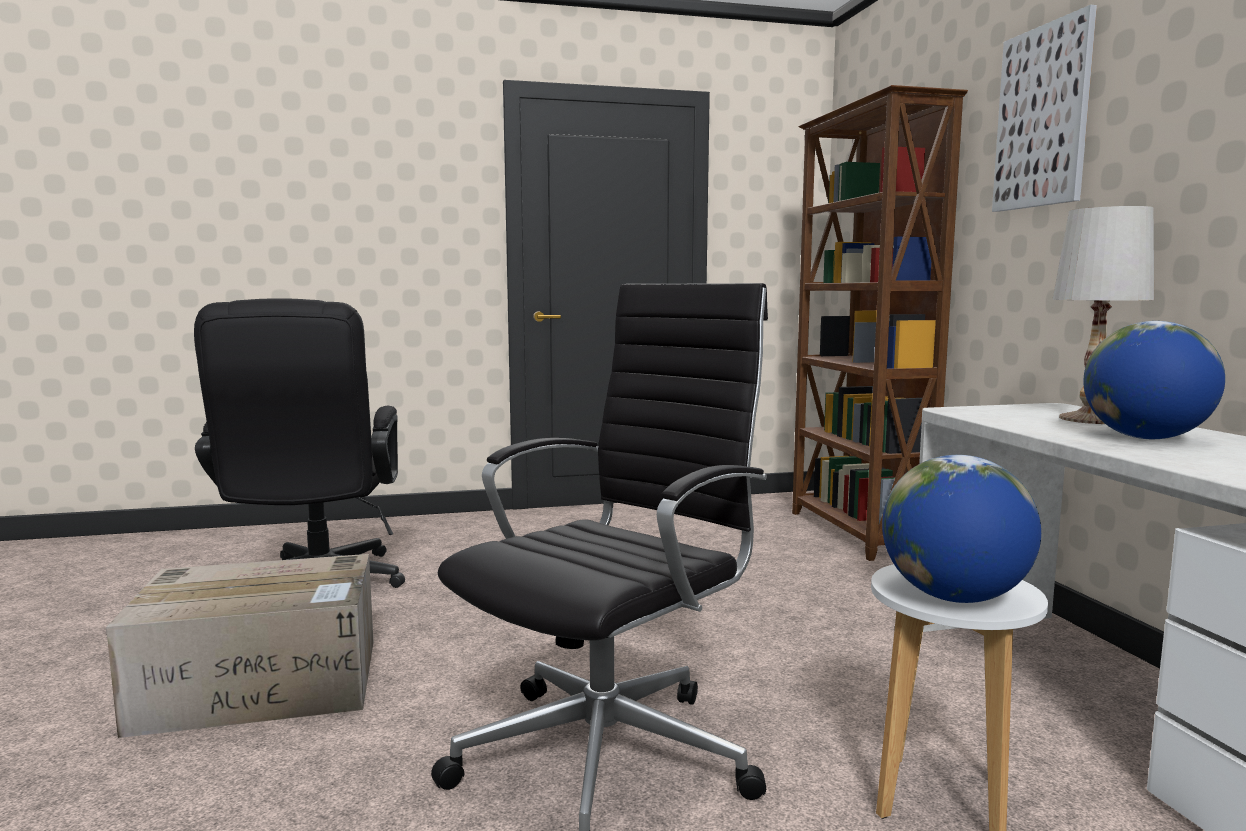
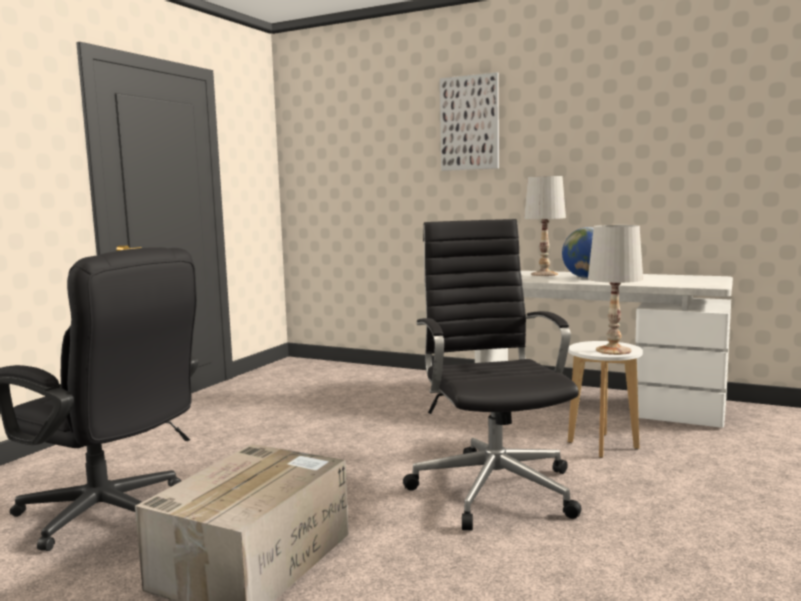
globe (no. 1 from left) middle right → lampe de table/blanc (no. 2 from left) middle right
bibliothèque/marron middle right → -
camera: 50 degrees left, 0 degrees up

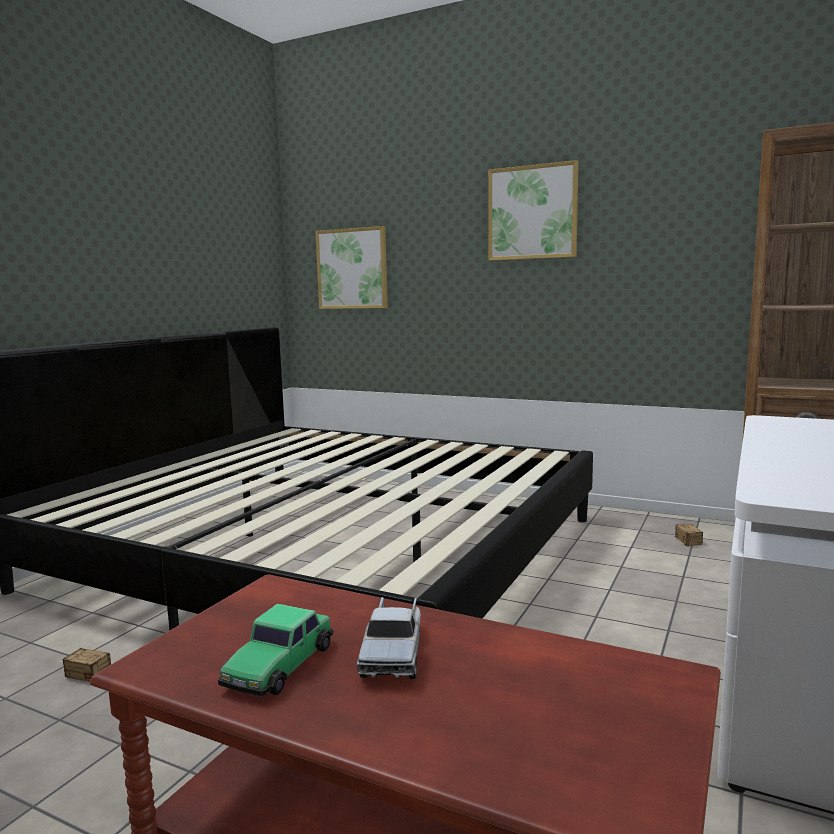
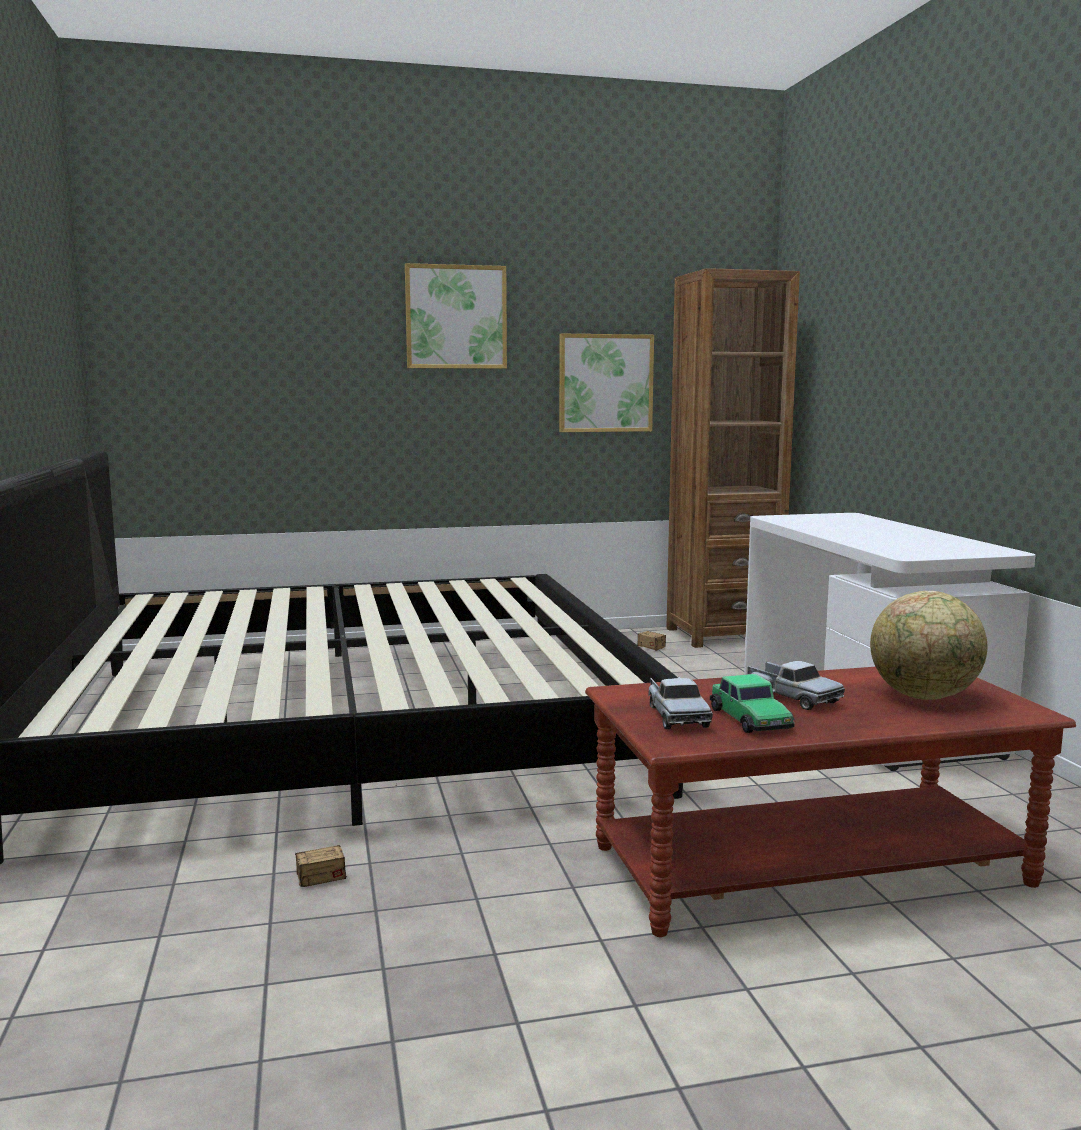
tableau (no. 1 from left in the first image) top centre → tableau (no. 2 from left) centre, relocated
- → camion jouet (no. 1 from left) centre
- → globe middle right
camera: 40 degrees left, 0 degrees up

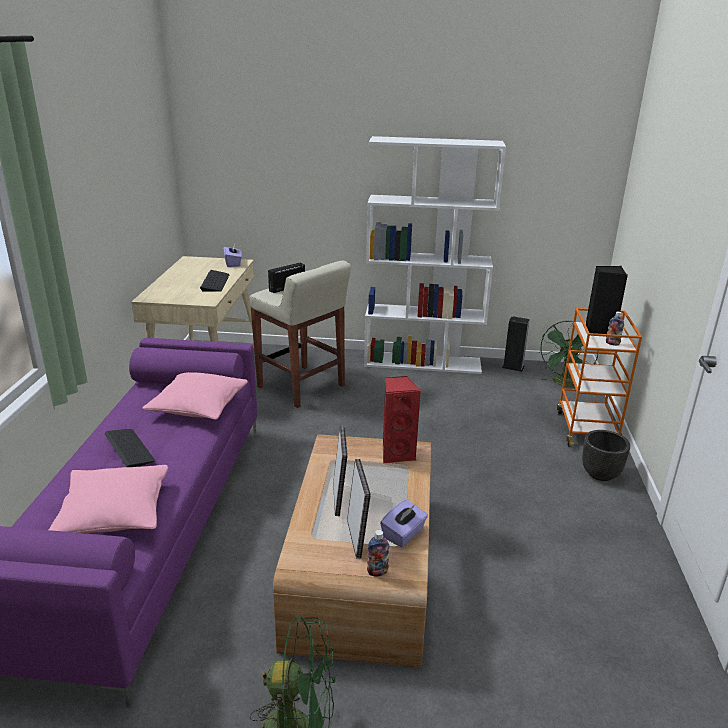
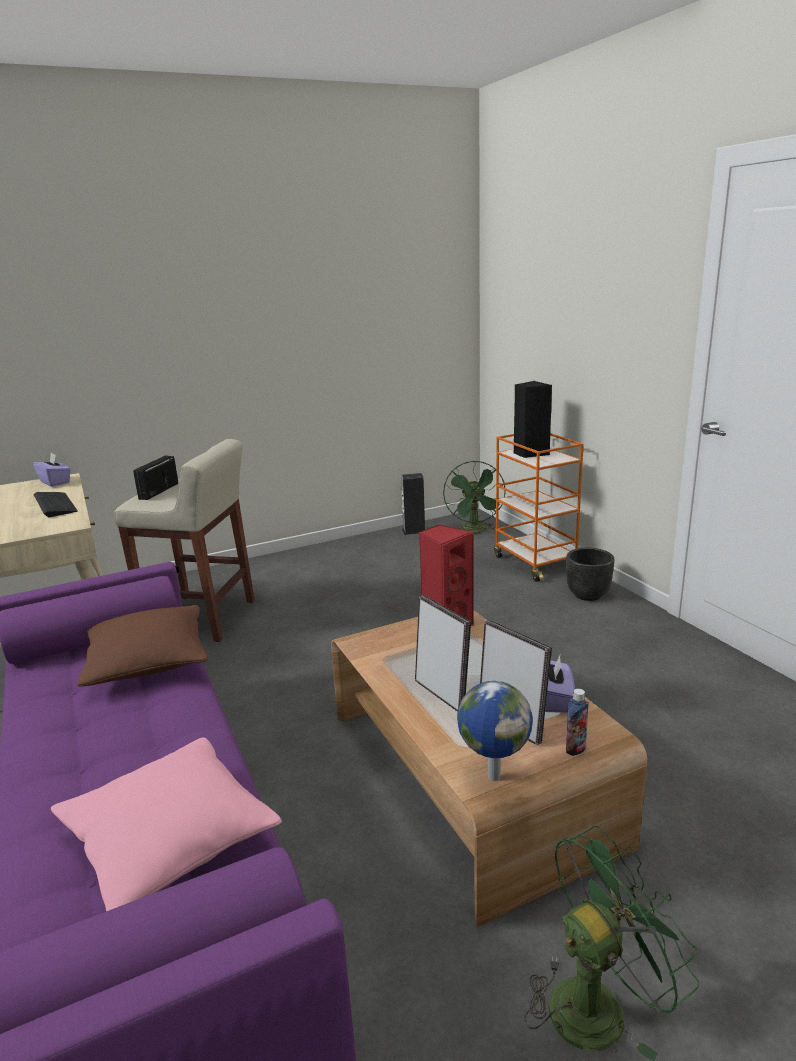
coussin/rose (no. 2 from left) middle left → coussin/marron middle left
- → globe bottom centre
clavier (no. 1 from left) middle left → -
bibliothèque/blanc centre → -
bouteille (no. 2 from left) middle right → -
camera: 30 degrees left, 5 degrees down

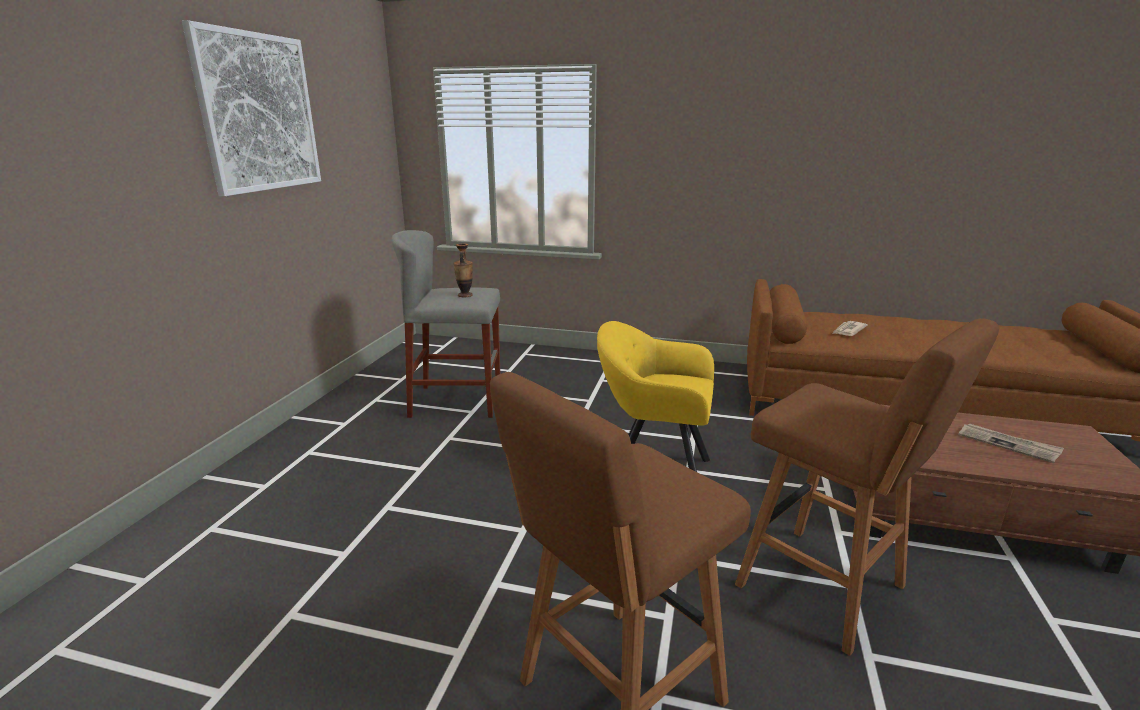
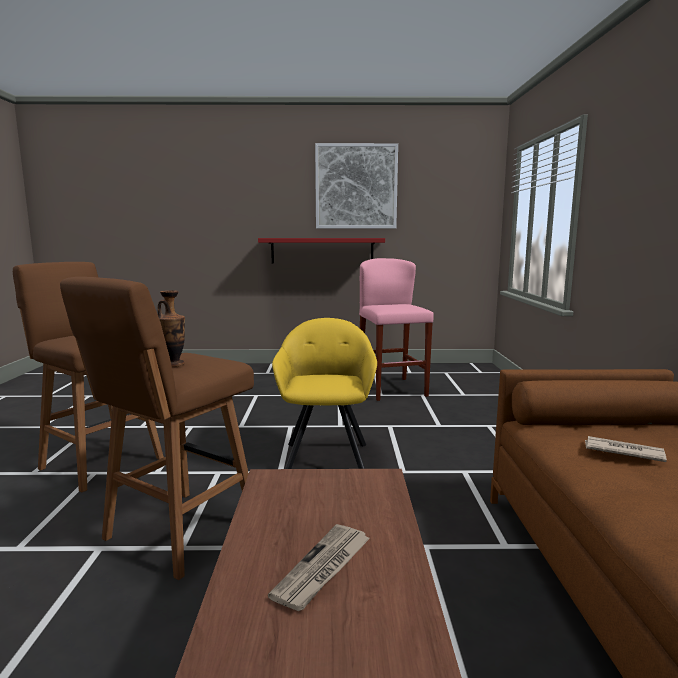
vase centre → vase middle left, relocated
- → étagère/rouge centre
tabouret/gris centre → tabouret/rose centre
camera: 75 degrees right, 10 degrees down

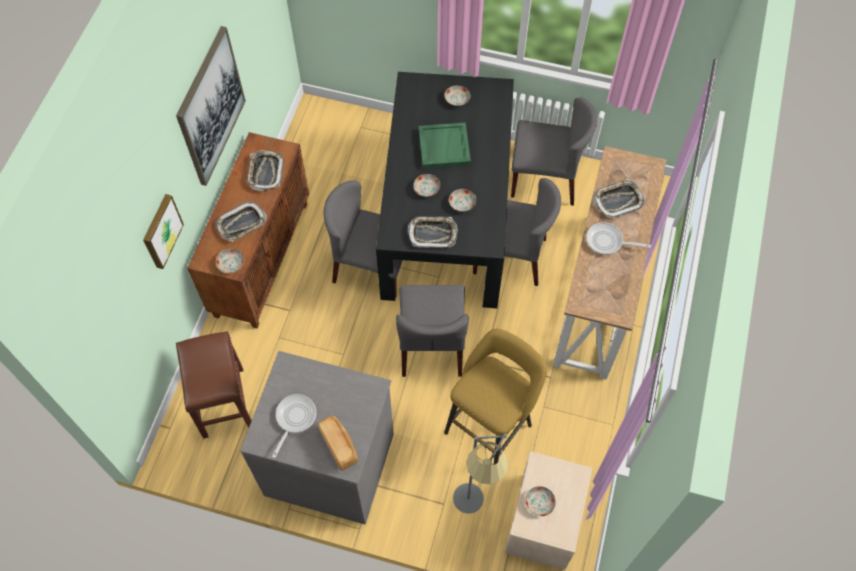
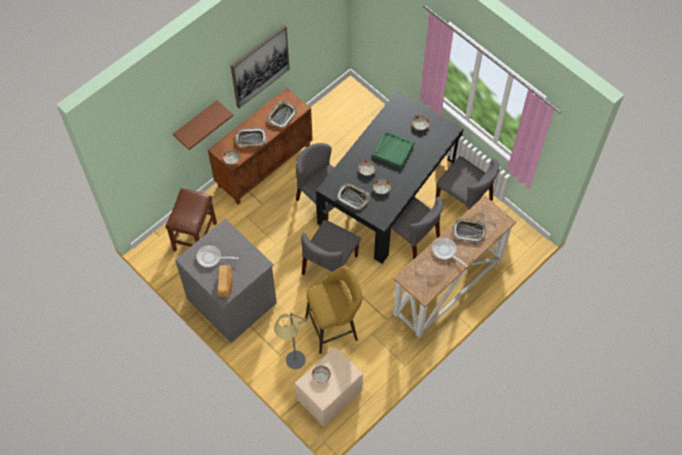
tableau (no. 1 from left) middle left → étagère/marron top left
poêle (no. 1 from left) bottom centre → poêle (no. 1 from left) middle left, 135 degrees counterclockwise
camera: 30 degrees right, 0 degrees up

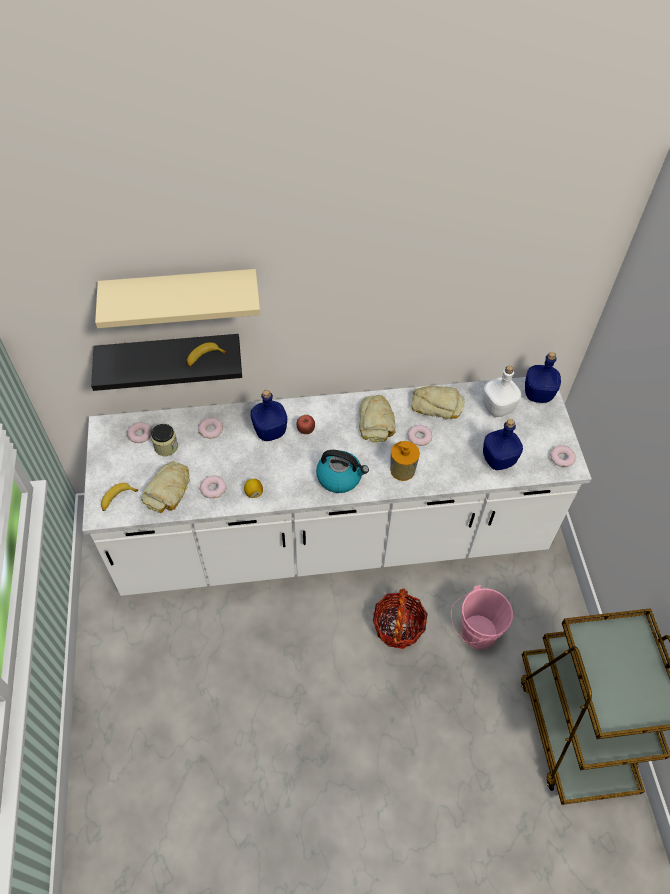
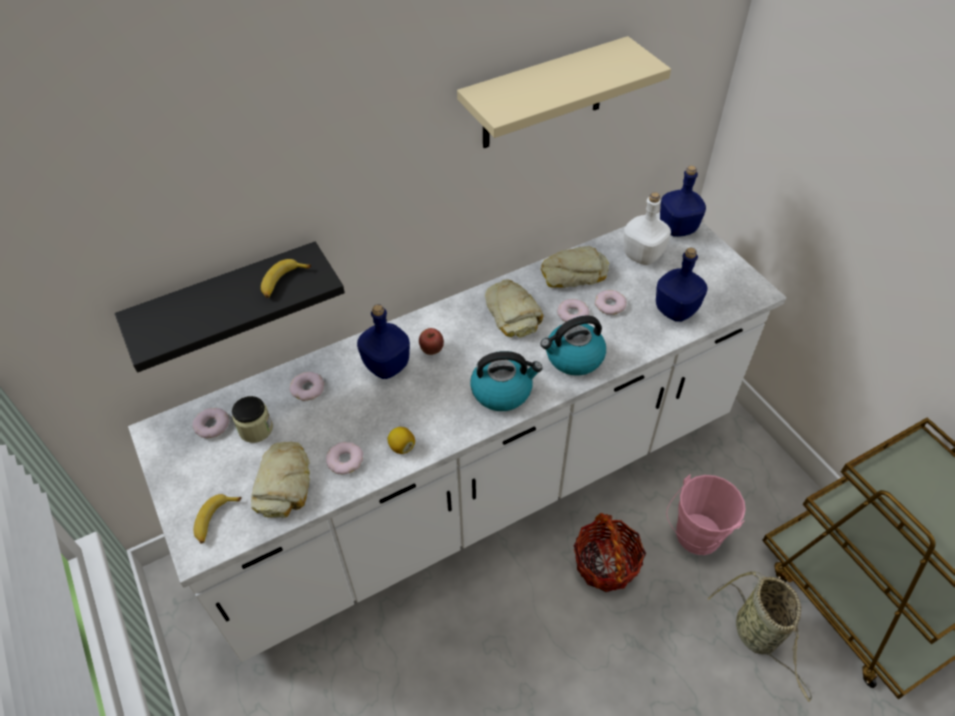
étagère/beige middle left → étagère/beige top centre, relocated
distributeur de savon centre → bouilloire (no. 2 from left) centre
beignet (no. 5 from left) middle right → beignet (no. 5 from left) centre, relocated
- → panier (no. 2 from left) bottom right
camera: 20 degrees left, 5 degrees down

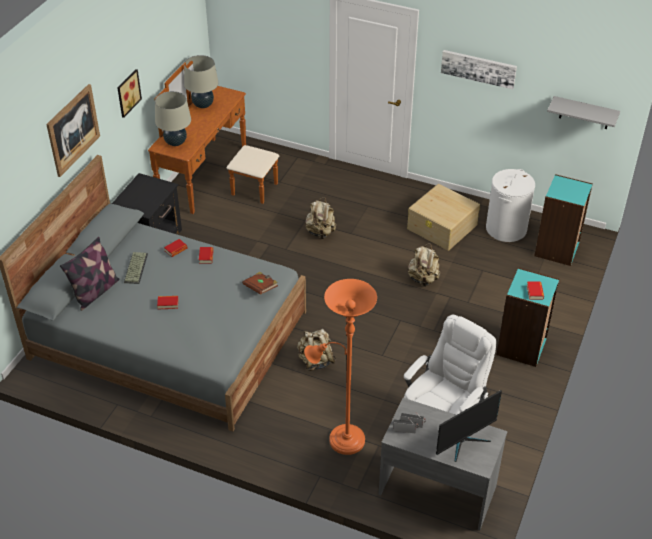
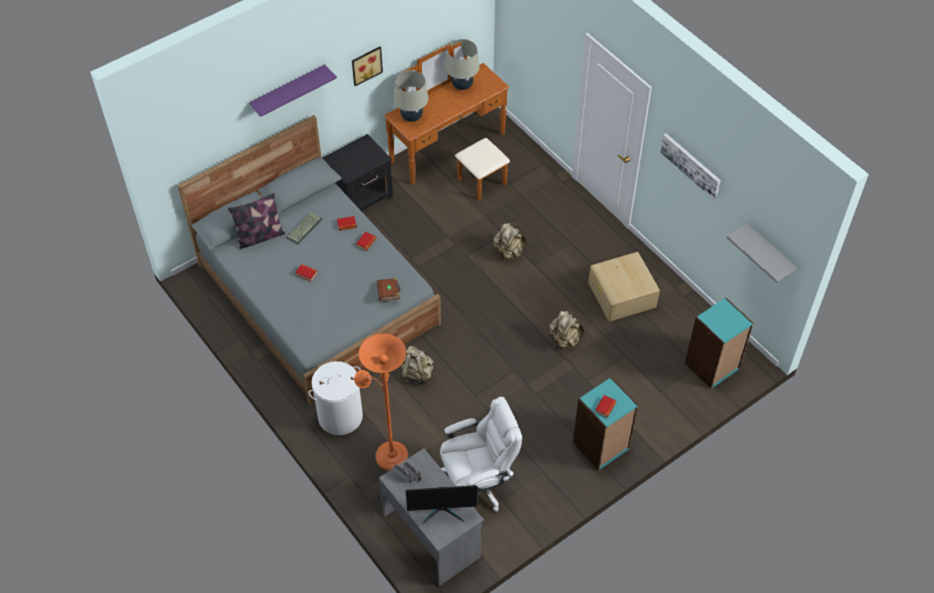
tableau (no. 1 from left) top left → étagère/violet top left
panier à linge/blanc middle right → panier à linge/blanc bottom centre, relocated
camera: 30 degrees right, 10 degrees up

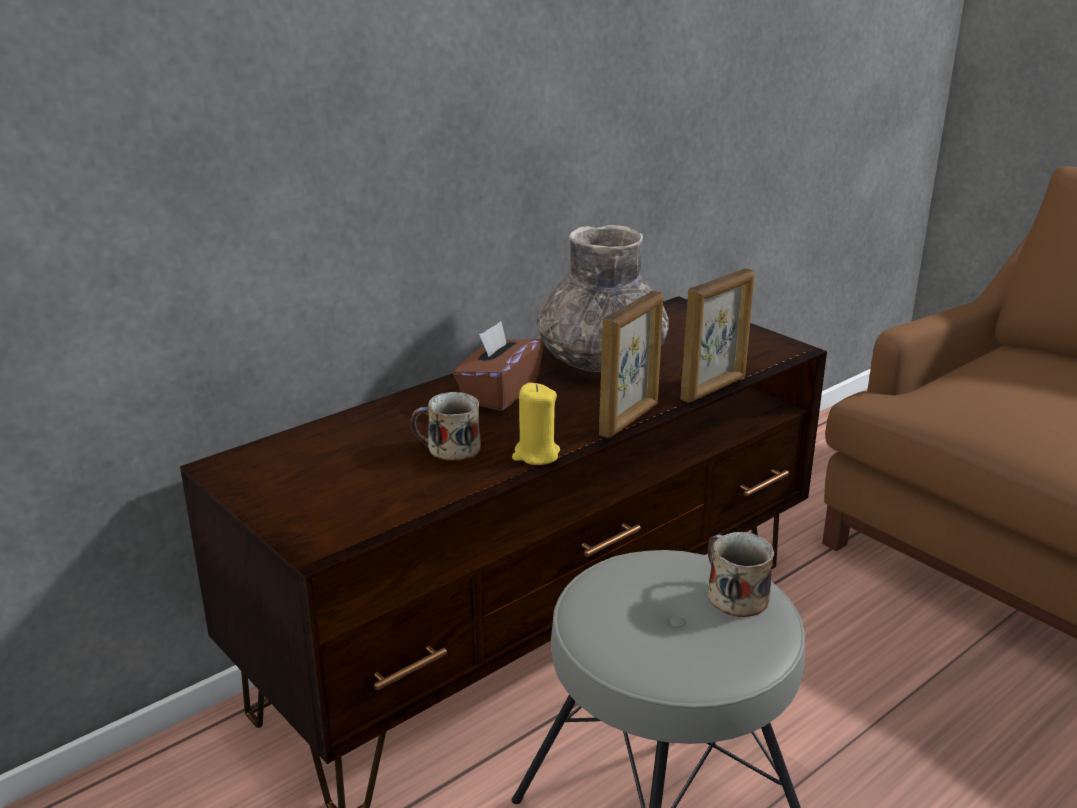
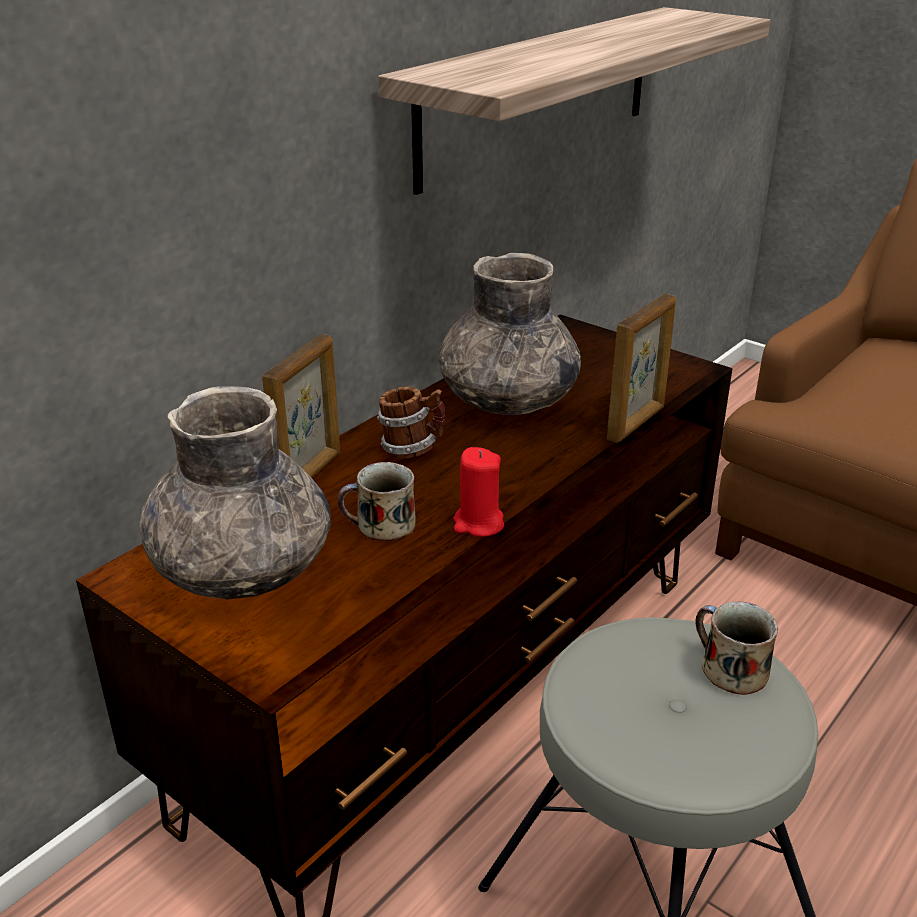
- → vase/gris (no. 1 from left) middle left
cadre photo (no. 1 from left) centre → cadre photo (no. 1 from left) middle left, relocated
boîte à mouchoirs/marron centre → mug (no. 2 from left) centre
- → étagère top centre
bougie/jaune centre → bougie/rouge centre
camera: 10 degrees left, 5 degrees up

